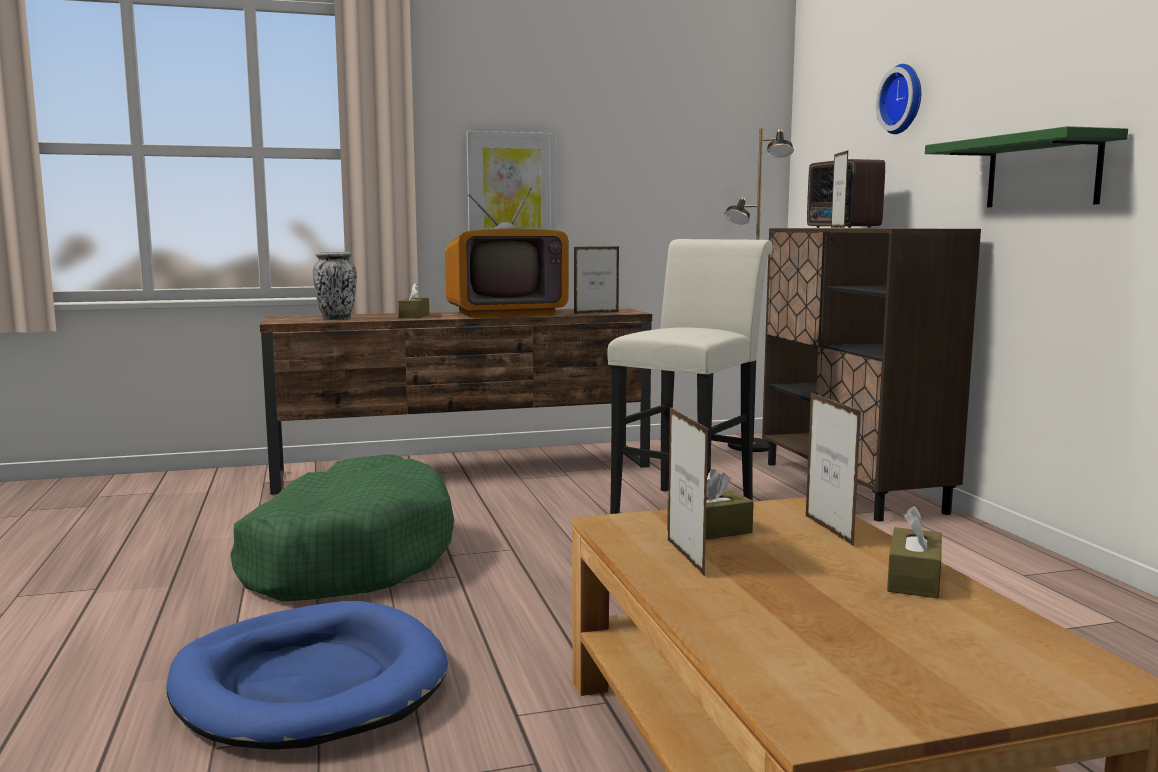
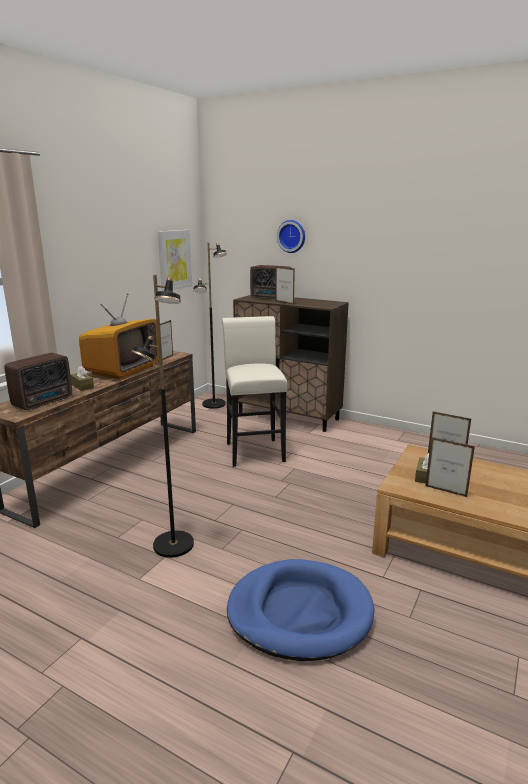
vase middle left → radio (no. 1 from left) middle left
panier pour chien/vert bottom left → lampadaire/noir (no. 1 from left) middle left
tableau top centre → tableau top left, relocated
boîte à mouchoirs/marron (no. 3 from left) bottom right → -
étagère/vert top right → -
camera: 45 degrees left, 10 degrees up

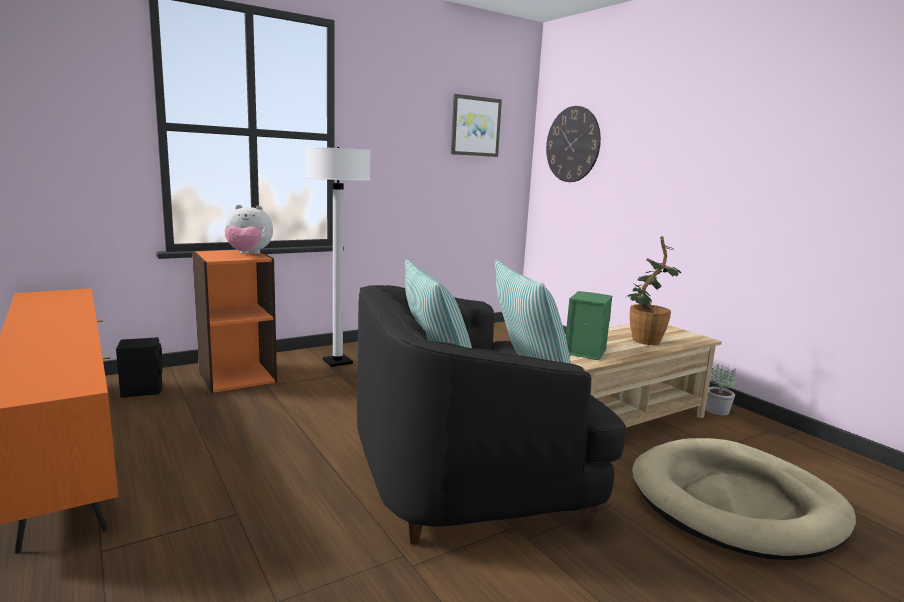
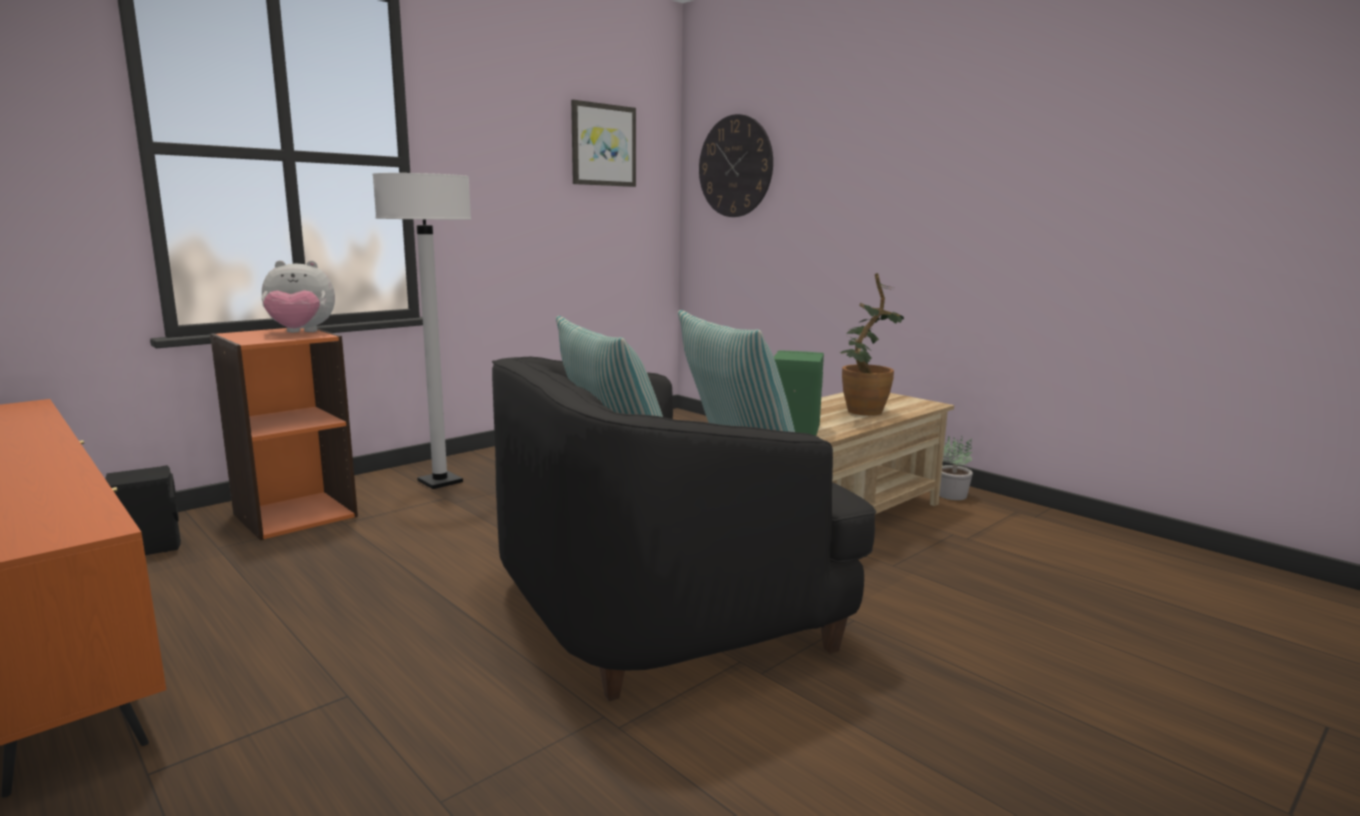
panier pour chien/beige bottom right → -
camera: 10 degrees left, 0 degrees up

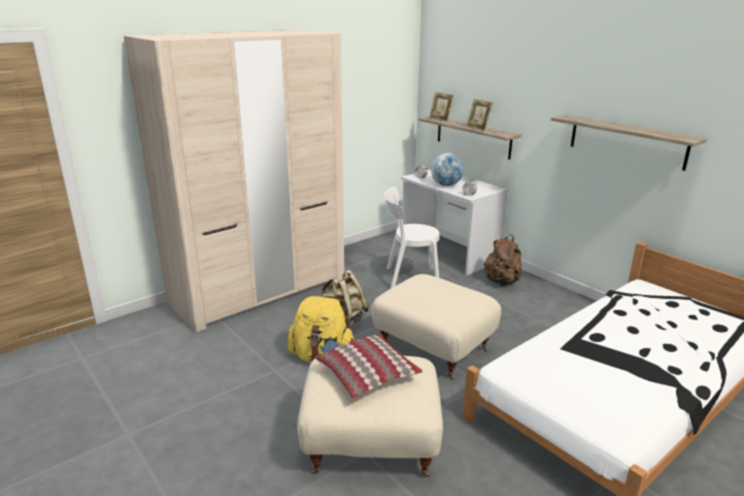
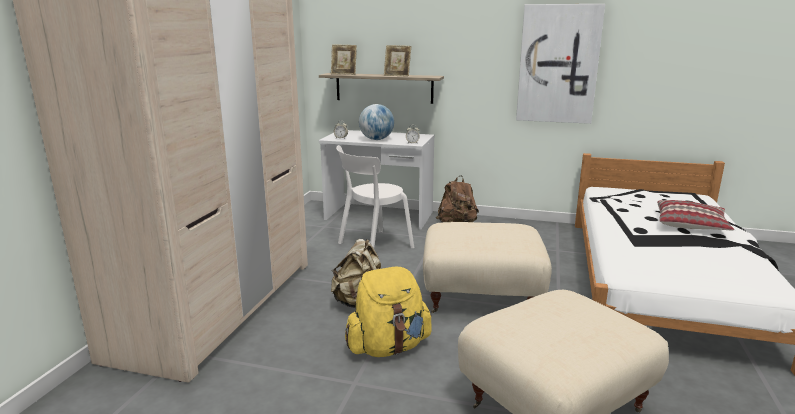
étagère (no. 2 from left) top right → tableau top right
coussin bottom centre → coussin middle right, relocated
camera: 35 degrees left, 5 degrees down

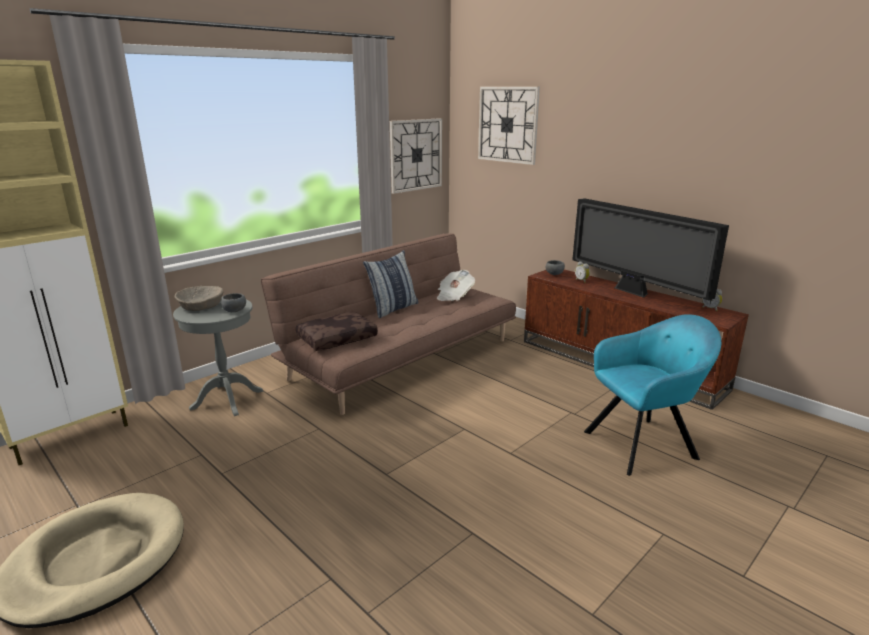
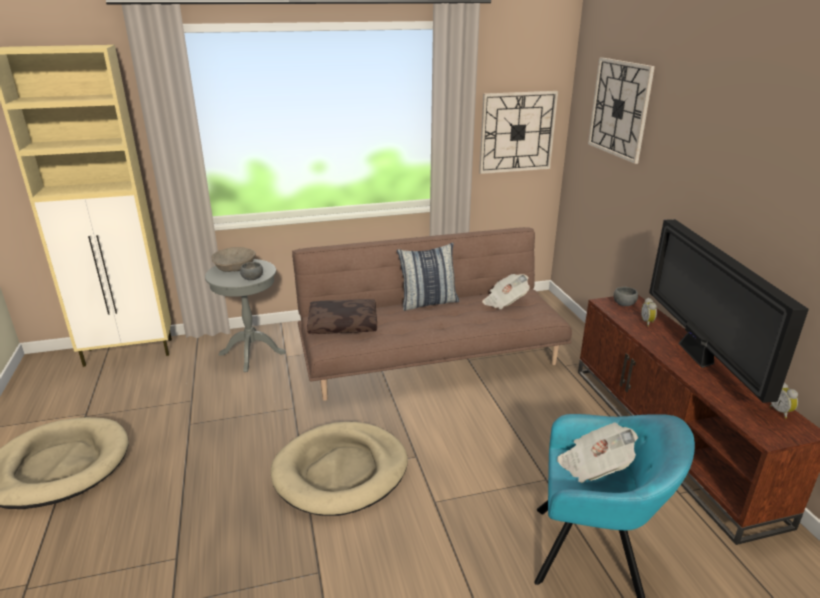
- → panier pour chien/beige (no. 2 from left) bottom centre
- → journal (no. 2 from left) bottom right
camera: 30 degrees right, 5 degrees up

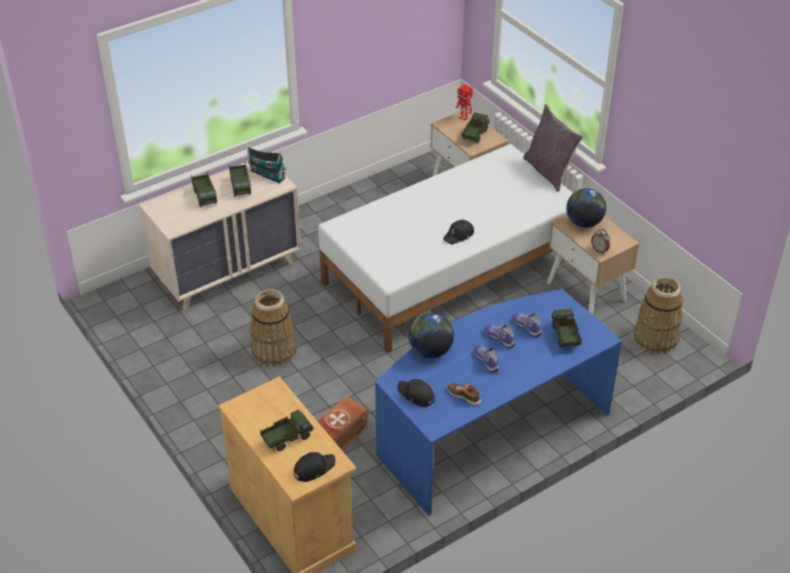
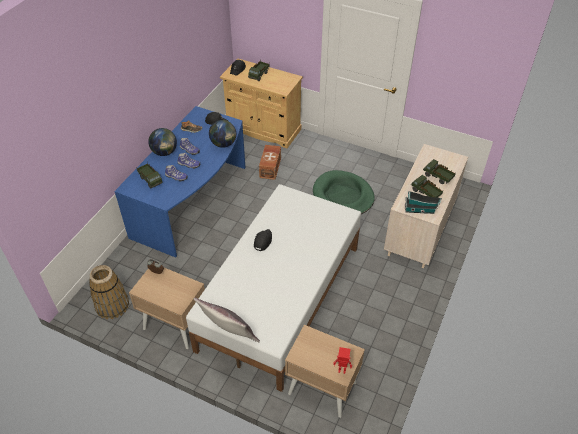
globe (no. 2 from left in the first image) middle right → globe (no. 1 from left) top left, relocated
panier (no. 1 from left) centre → panier pour chien/vert centre
camion jouet (no. 4 from left) top centre → -
camera: 150 degrees right, 5 degrees up

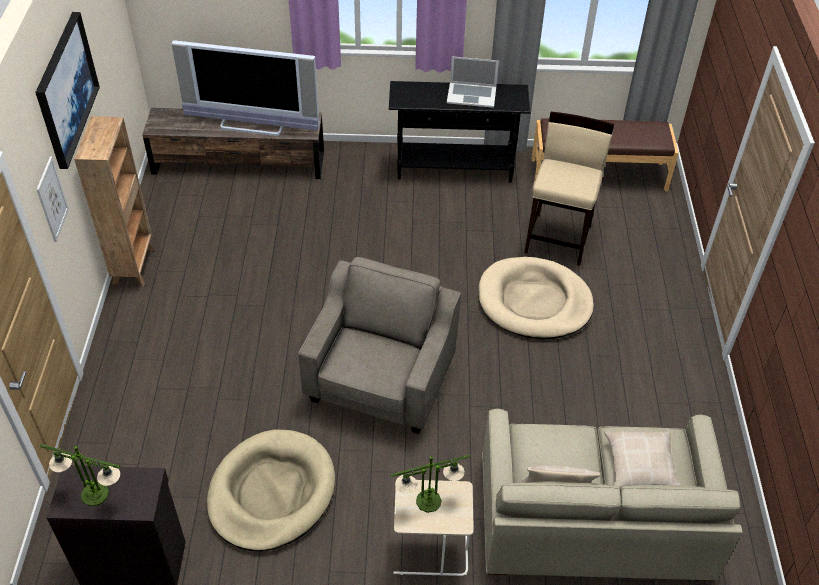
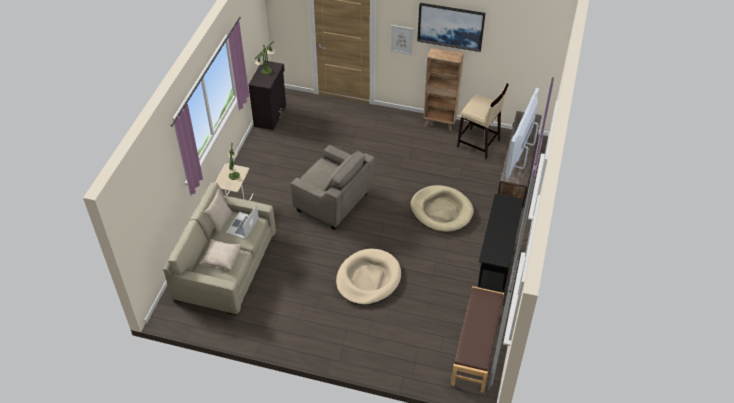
ordinateur portable top centre → ordinateur portable middle left, relocated
panier pour chien/beige (no. 1 from left in the first image) bottom left → panier pour chien/beige (no. 2 from left) centre, relocated
tabouret/beige top right → tabouret/beige top centre, relocated
camera: 105 degrees right, 0 degrees up

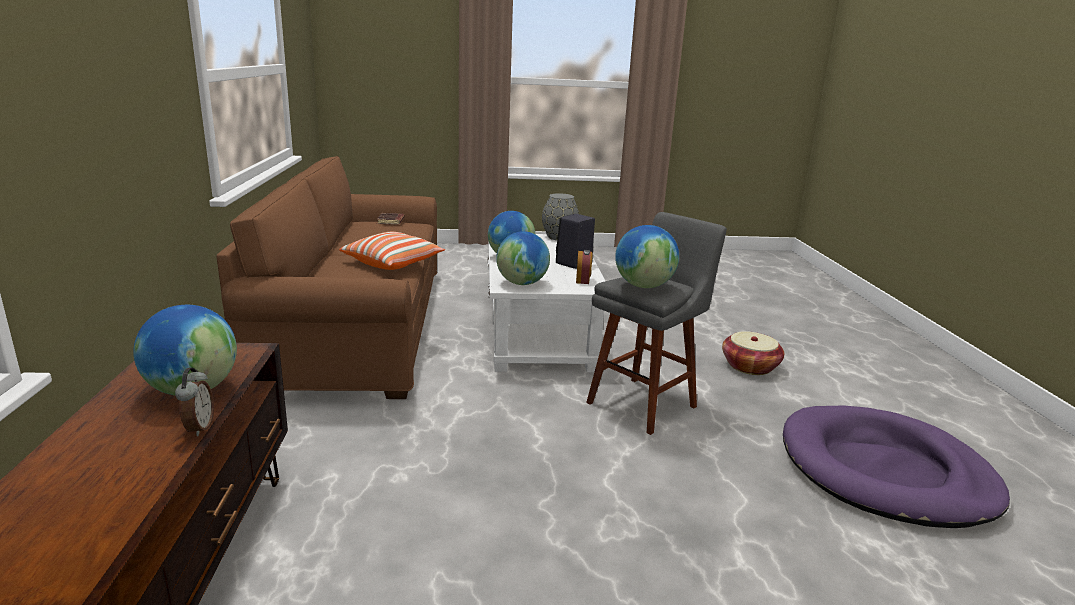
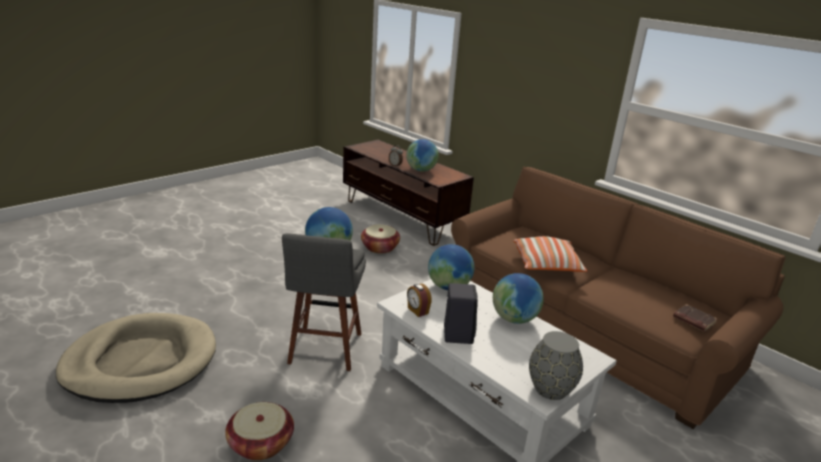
panier pour chien/violet bottom right → panier pour chien/beige bottom left
- → panier (no. 2 from left) centre
camera: 140 degrees right, 5 degrees up

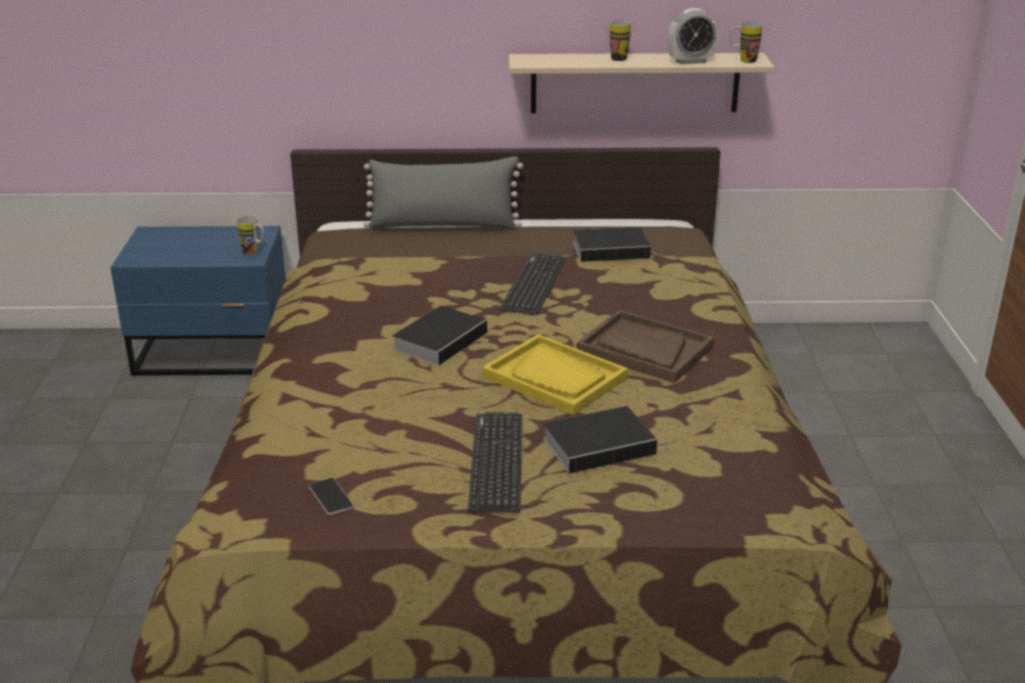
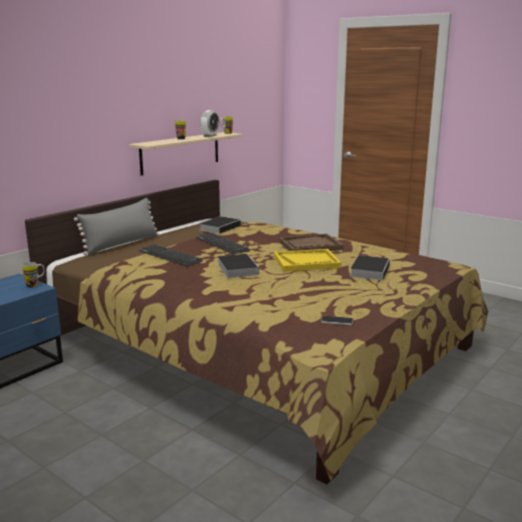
clavier (no. 1 from left) bottom centre → clavier (no. 1 from left) middle left, relocated
camera: 50 degrees left, 10 degrees down

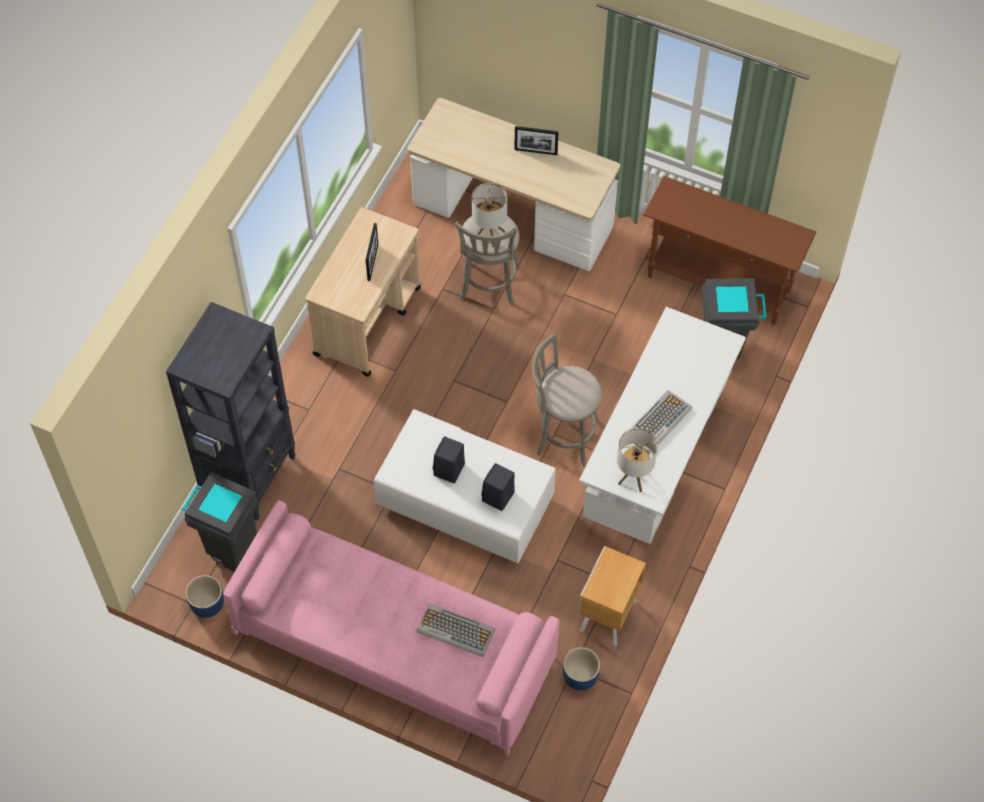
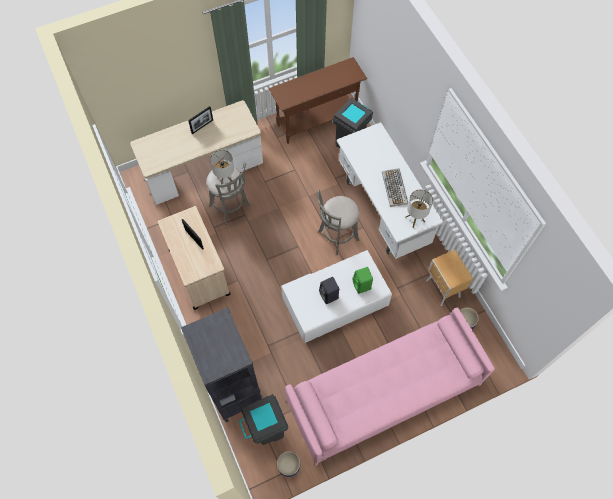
enceinte/noir (no. 2 from left) centre → enceinte/vert centre
clavier (no. 1 from left) bottom centre → -
camera: 50 degrees left, 5 degrees up

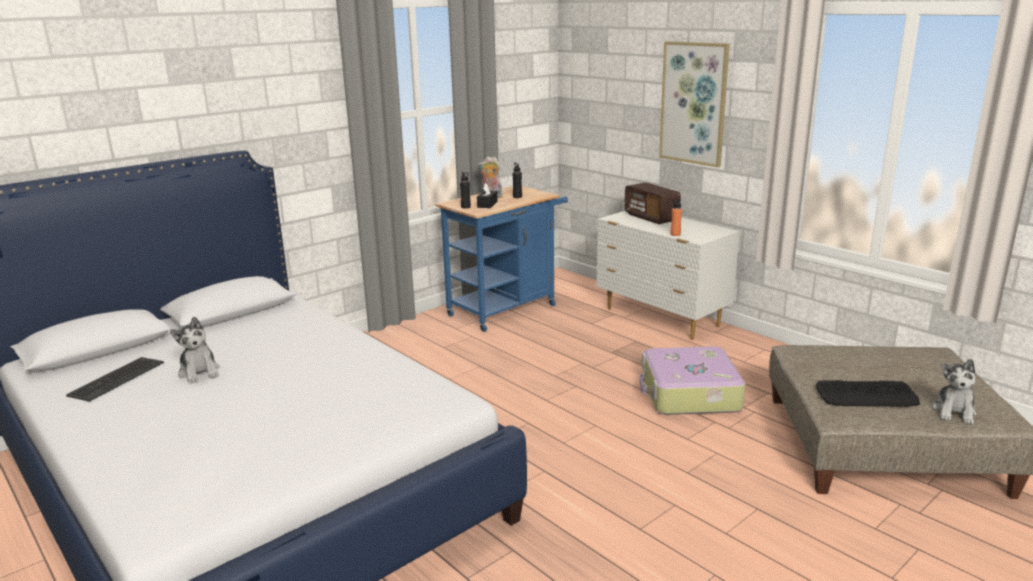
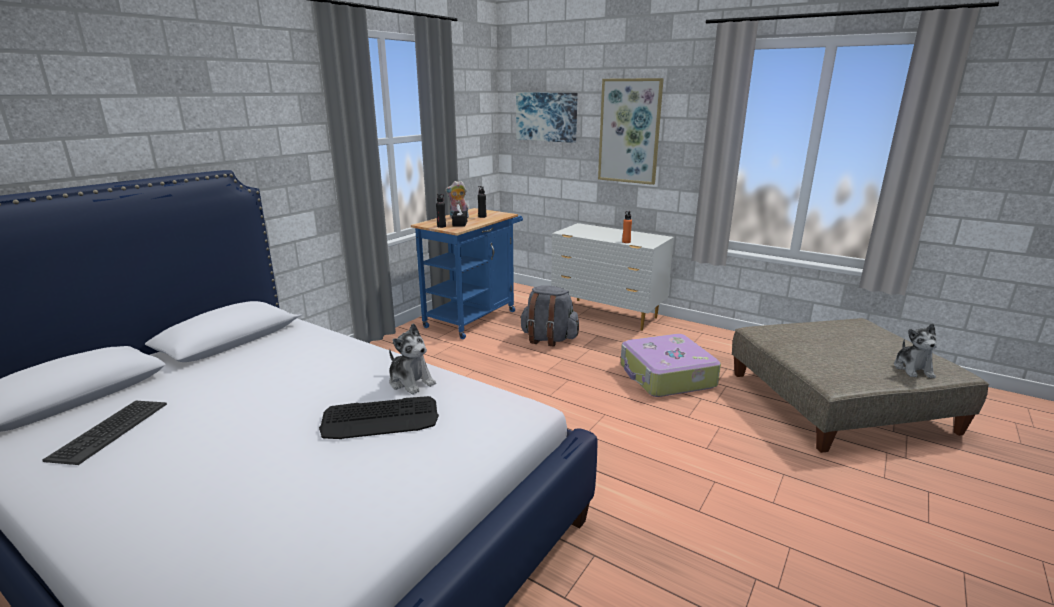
clavier (no. 2 from left) bottom right → clavier (no. 2 from left) bottom centre, relocated
peluche (no. 1 from left) middle left → peluche (no. 1 from left) centre, relocated
- → tableau (no. 1 from left) top centre
- → sac à dos/gris centre
radio centre → -
camera: 15 degrees left, 0 degrees up

